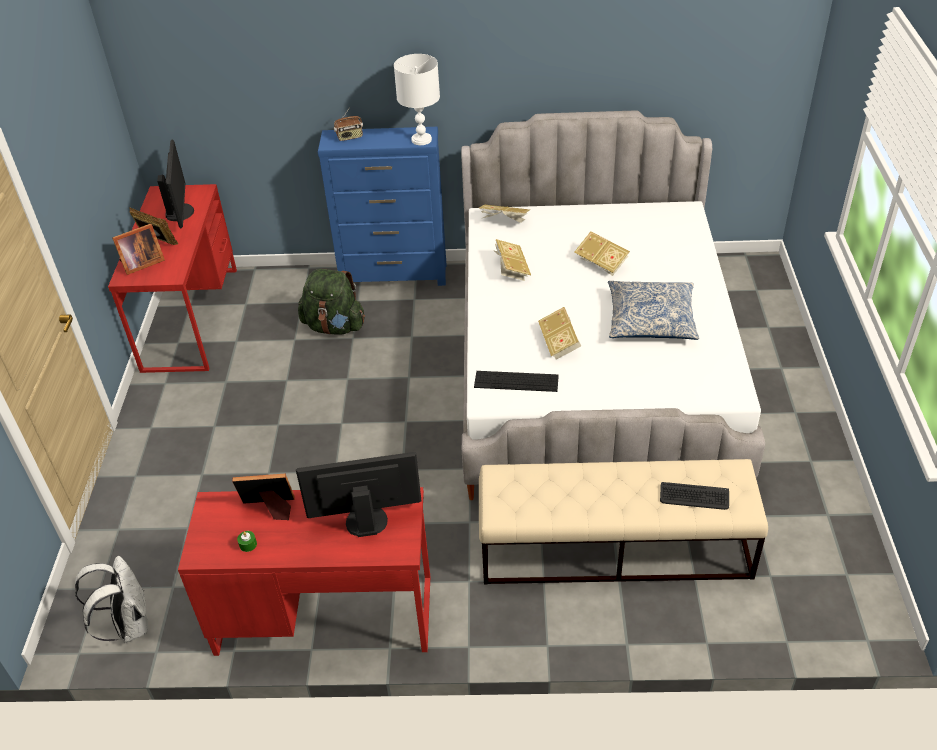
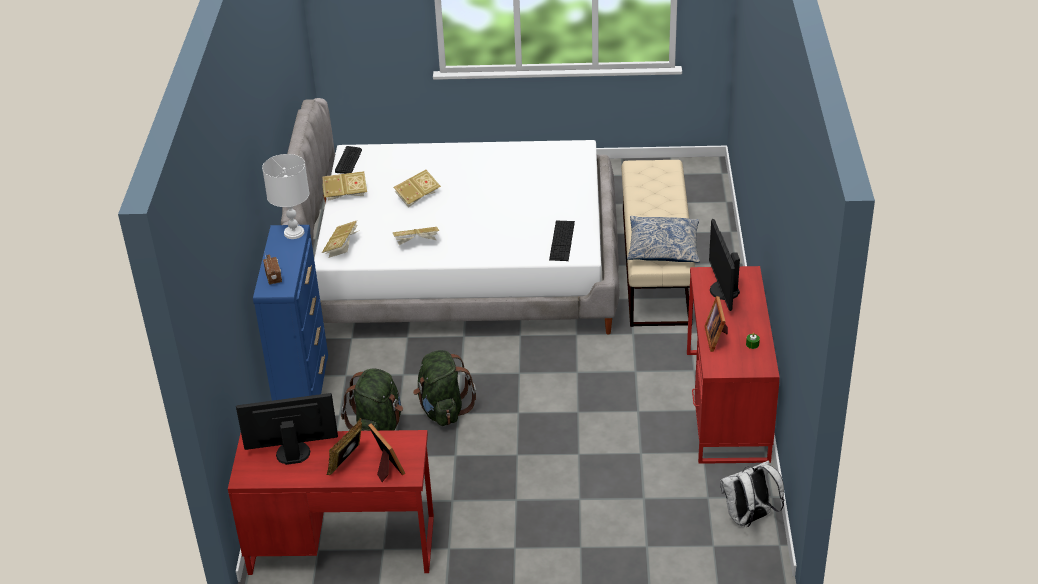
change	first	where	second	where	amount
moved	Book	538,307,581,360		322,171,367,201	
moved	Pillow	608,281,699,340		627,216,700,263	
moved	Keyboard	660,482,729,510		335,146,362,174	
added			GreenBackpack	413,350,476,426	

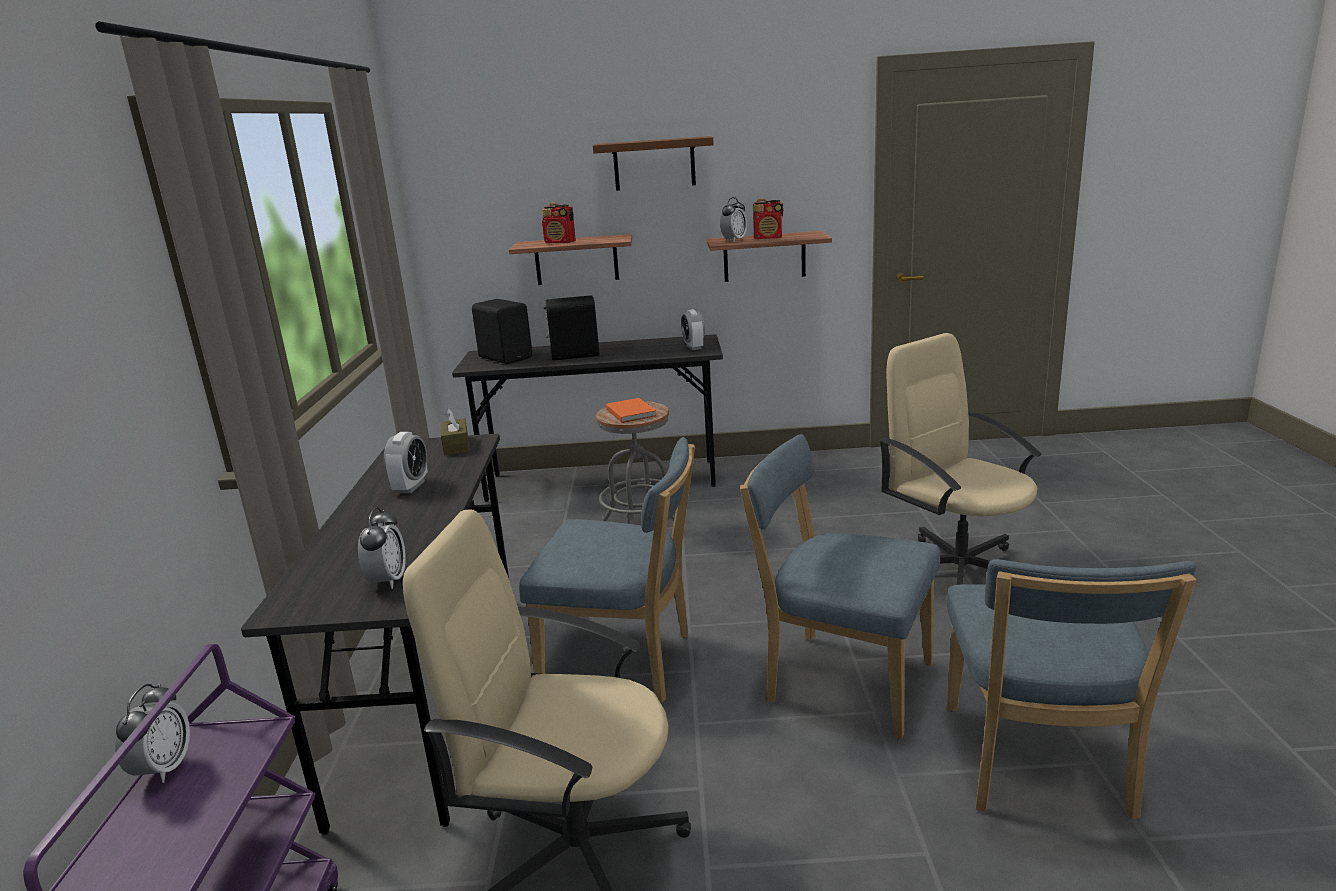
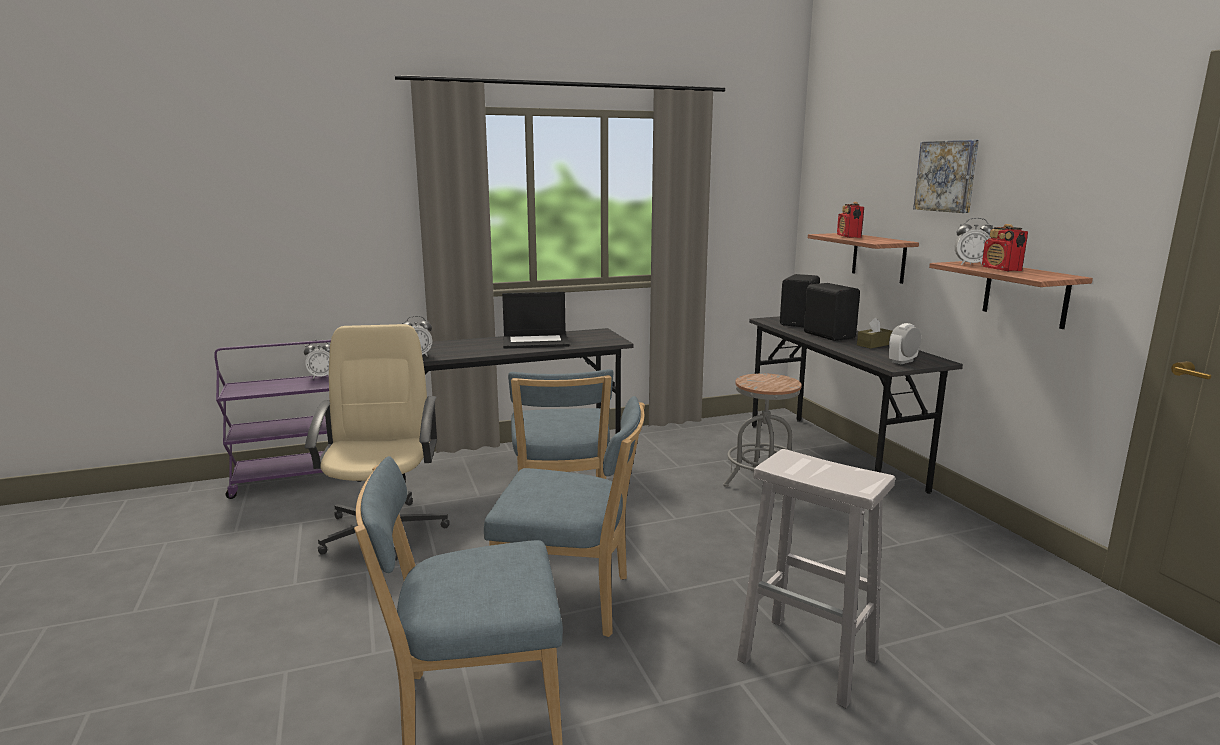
change	first	where	second	where	amount
replaced	AlarmClock	384,432,428,493	Laptop	502,292,570,349	
moved	BrownTissueBox	441,408,470,455		857,318,892,349	
replaced	BrownShelf	593,136,714,191	Picture	913,140,979,213	
removed	OrangeBook	606,398,656,423			
turned	BlueChair	740,434,940,739		484,396,645,637	90 degrees clockwise
replaced	BeigeOfficeChair	878,333,1041,585	WhiteStool	737,449,895,708	

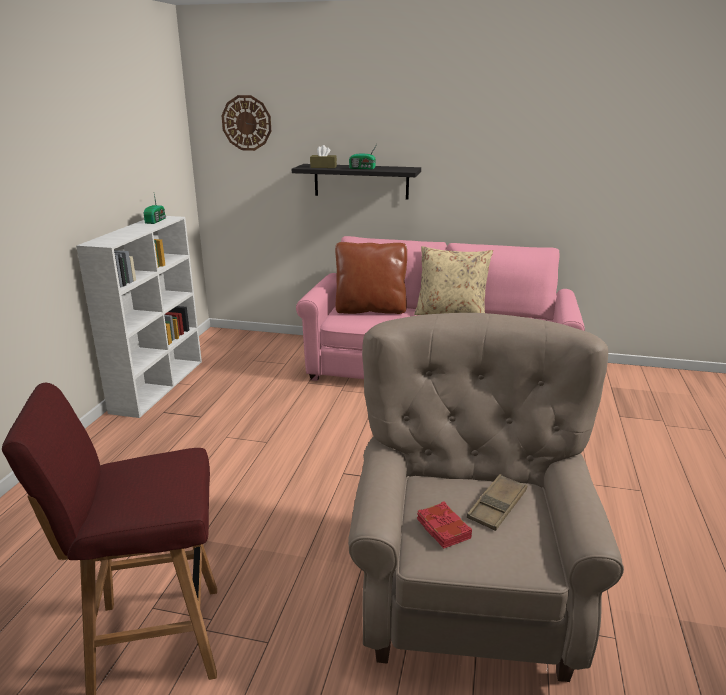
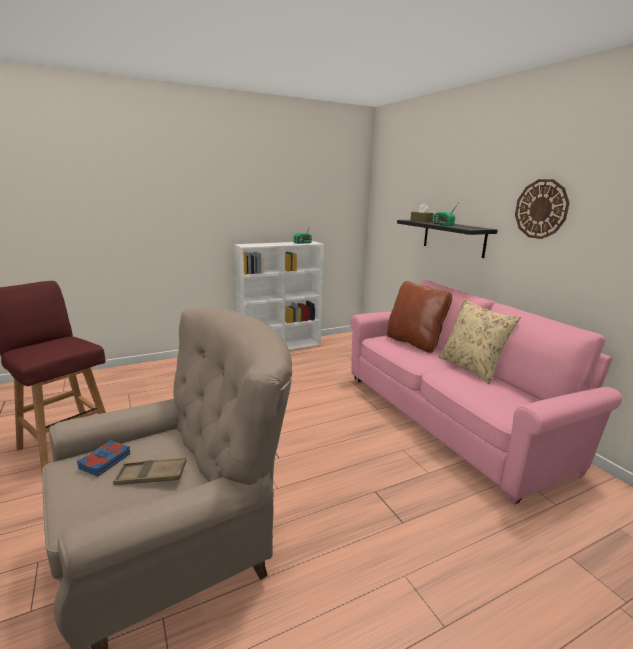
change	first	where	second	where	amount
moved	WallClock	222,95,271,151		515,179,569,239	
recoloured	RedBook	417,501,472,549	BlueBook	77,440,130,477	

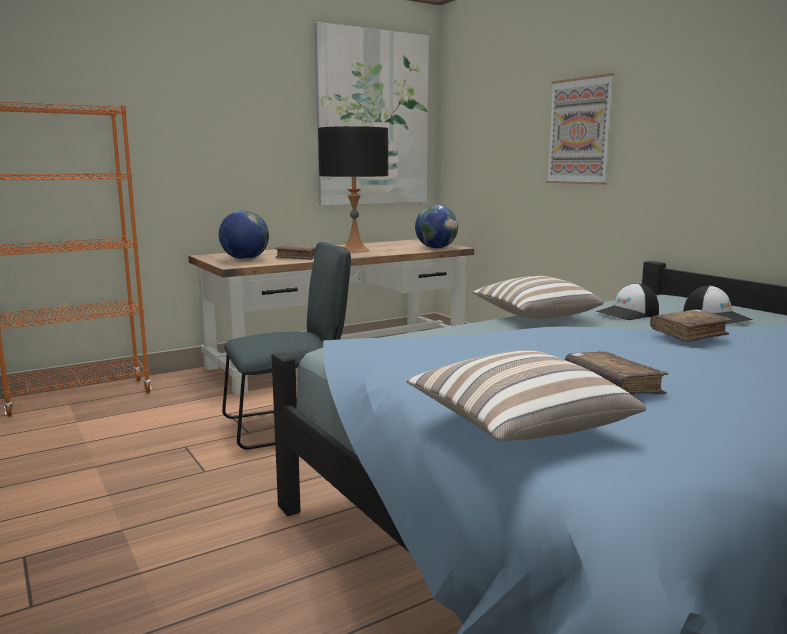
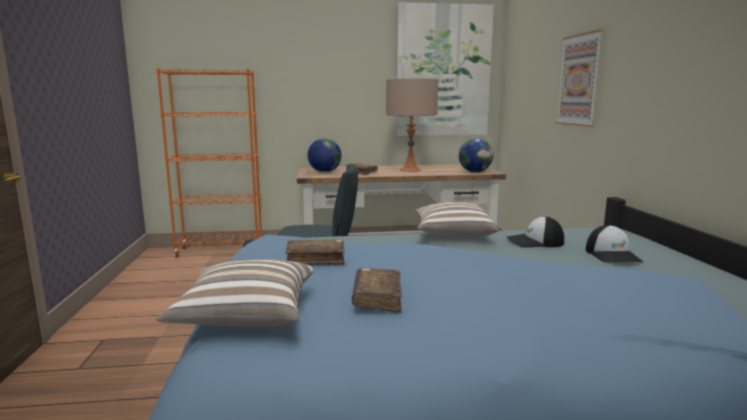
change	first	where	second	where	amount
recoloured	BlackTableLamp	318,126,388,253	BeigeTableLamp	386,79,438,172	
moved	BrownBook	650,309,731,343		285,239,345,265	

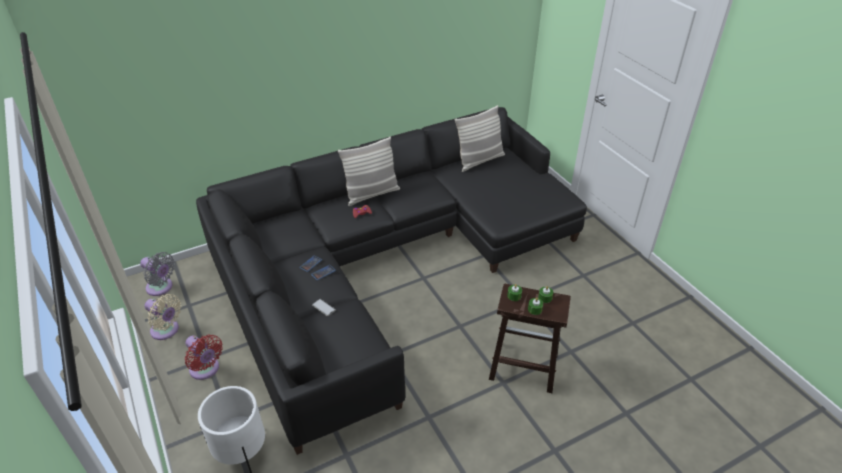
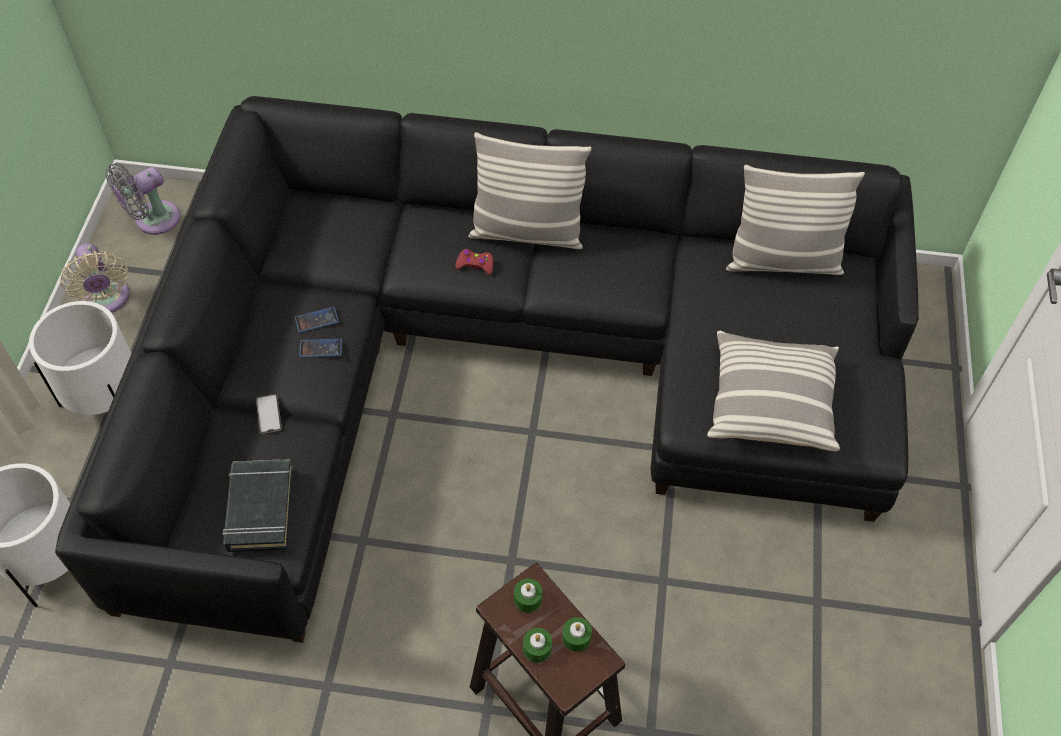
change	first	where	second	where	amount
turned	GreyFan	140,252,175,296		105,163,180,235	75 degrees clockwise
replaced	RedFan	185,335,223,380	WhitePlanter	29,301,132,415	
added			BlackBook	222,459,293,552	
added			Pillow	707,331,840,452	

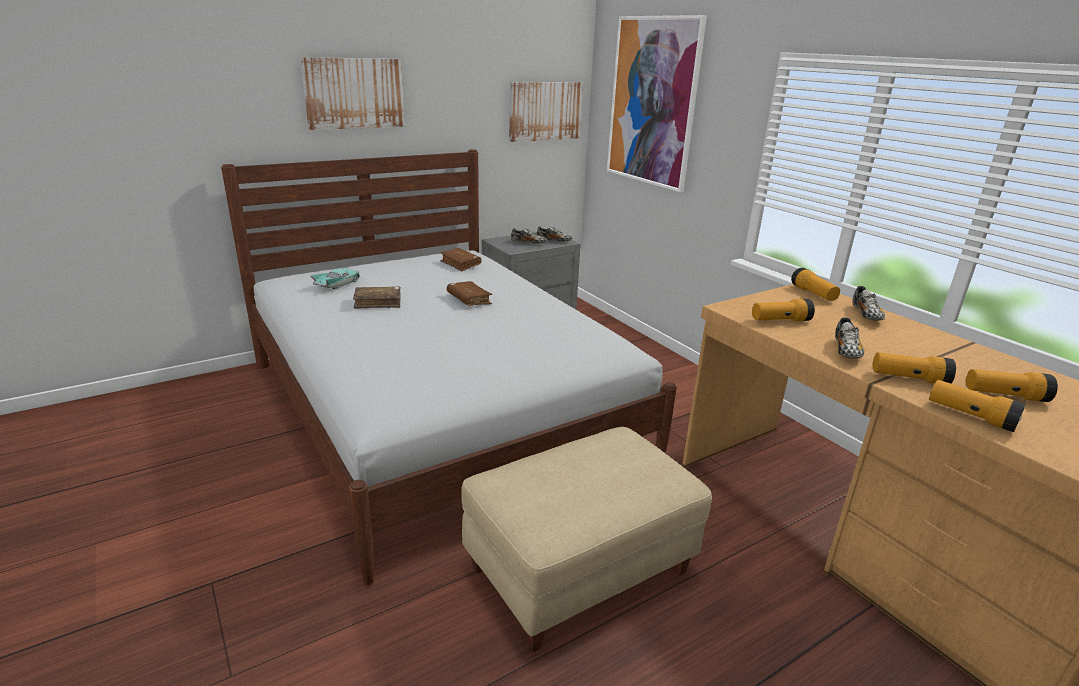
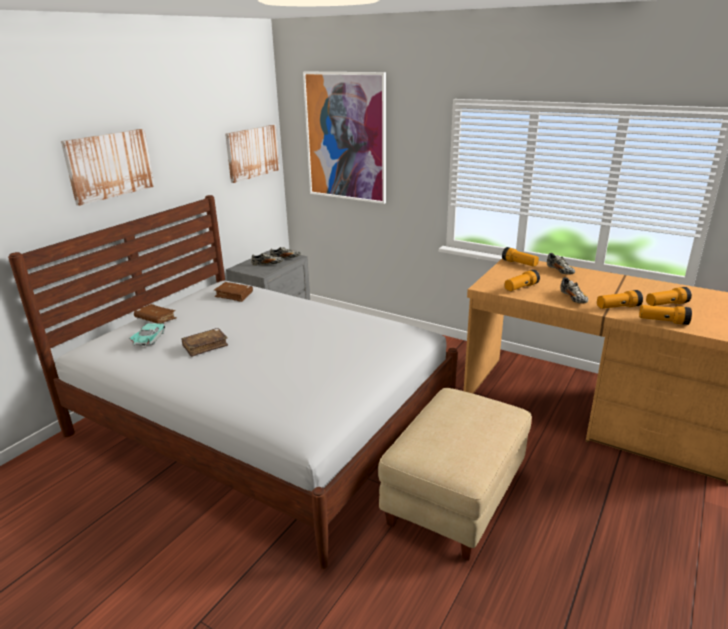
change	first	where	second	where	amount
moved	BrownBook	447,281,492,306		134,304,177,324	

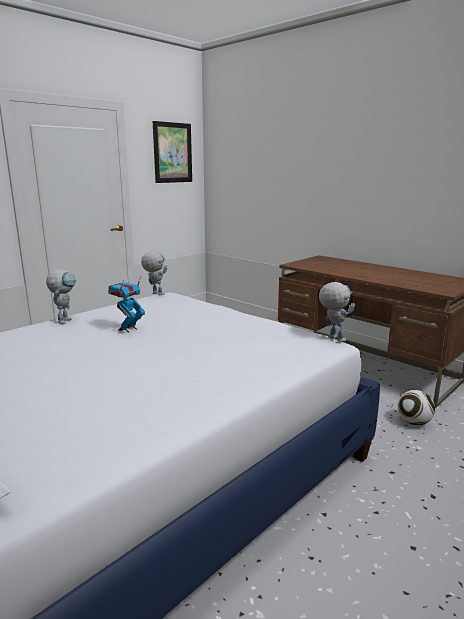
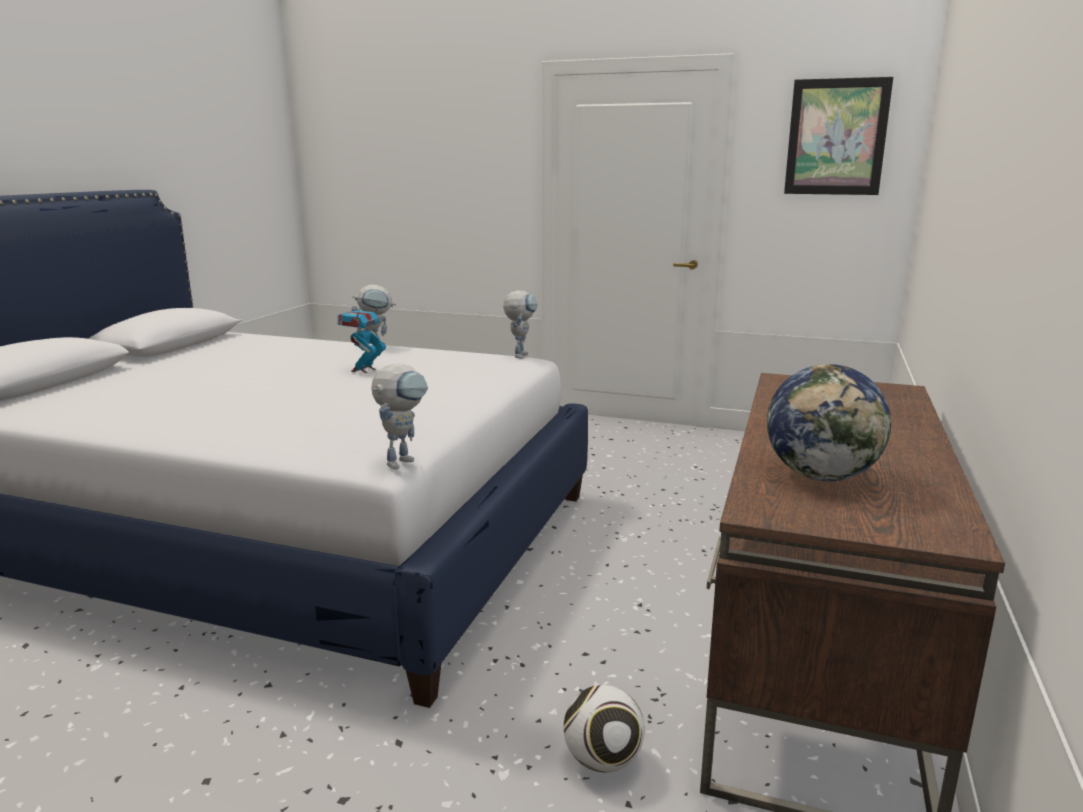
change	first	where	second	where	amount
turned	ToyRobot	108,277,145,332		338,301,386,373	75 degrees counterclockwise
added			Globe	767,364,891,481	

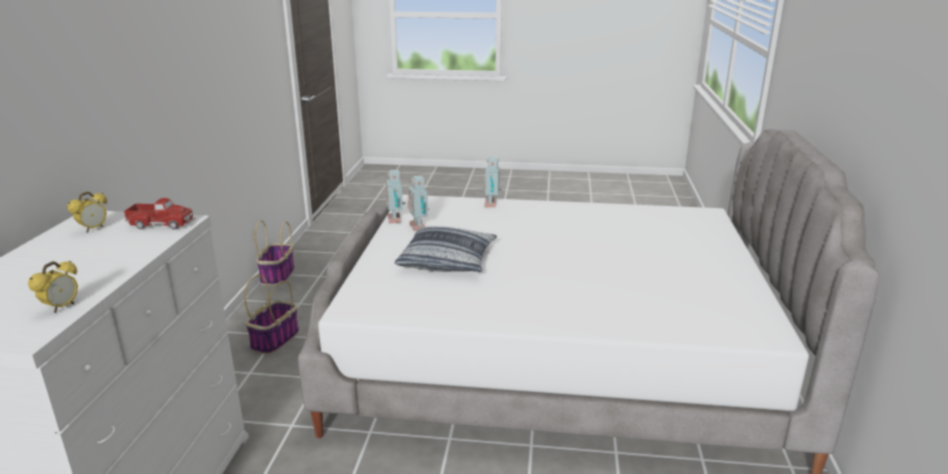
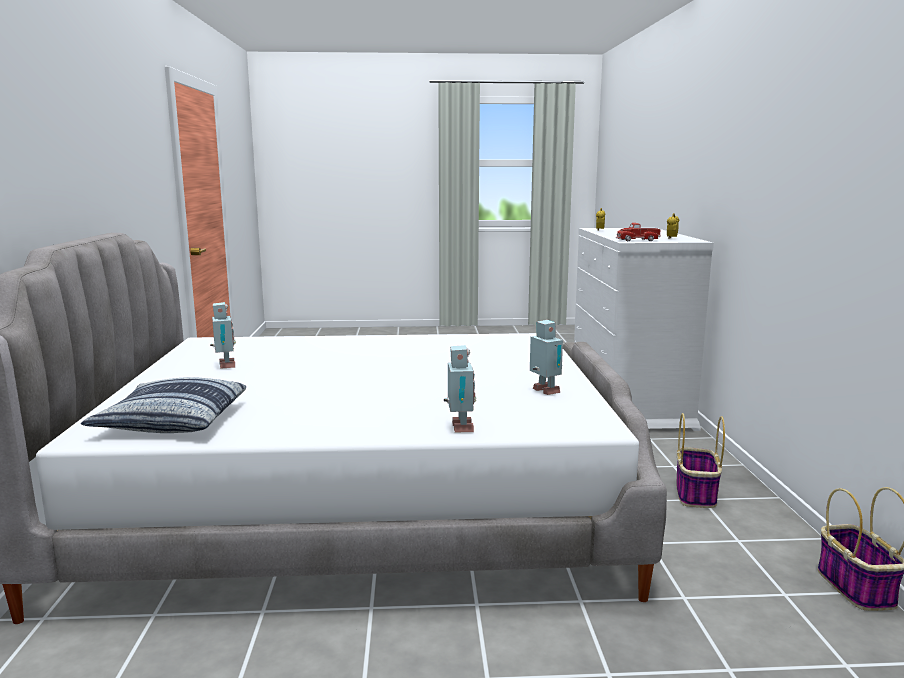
change	first	where	second	where	amount
moved	ToyRobot	385,170,405,224		210,302,236,369	
moved	Pillow	395,226,497,272		81,377,246,433	

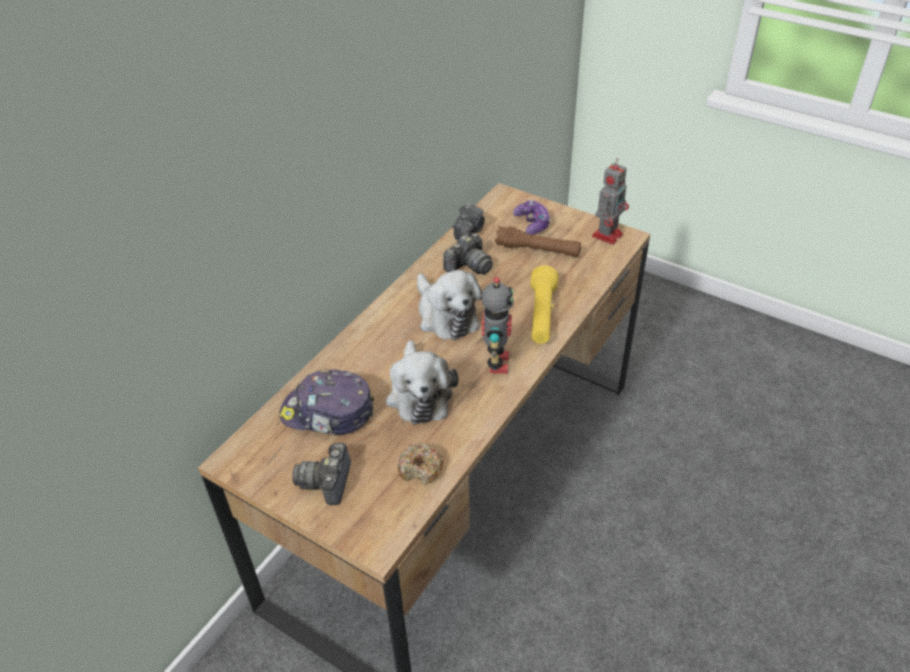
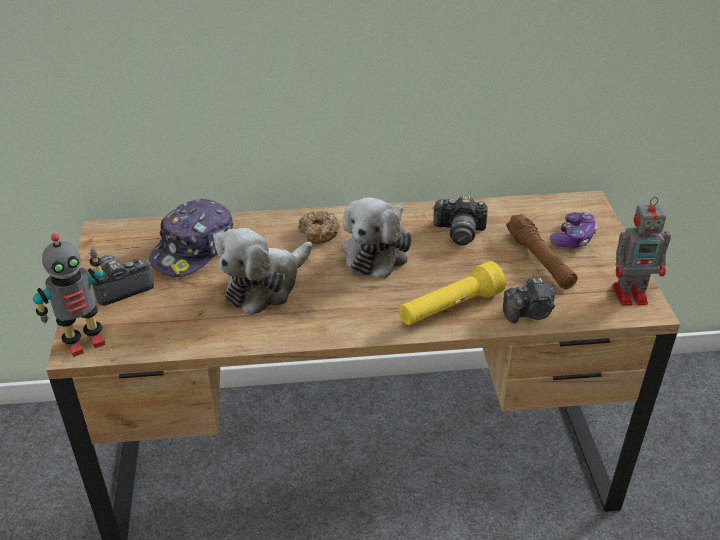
change	first	where	second	where	amount
turned	Cap	279,369,374,435		149,199,233,277	120 degrees counterclockwise
moved	Donut	398,443,443,485		298,210,340,244	
moved	PhotoCamera	453,204,485,241		503,278,555,323	
moved	ToyRobot	481,277,514,374		33,233,105,357	

